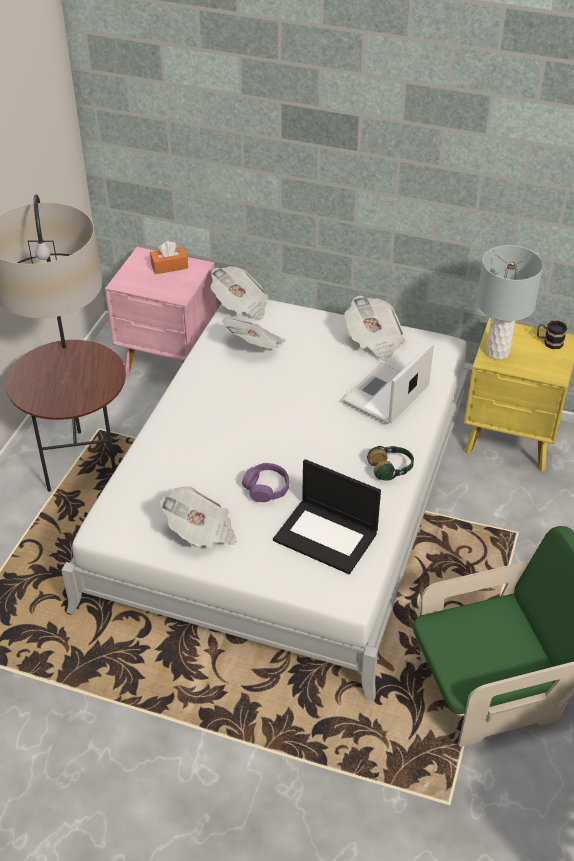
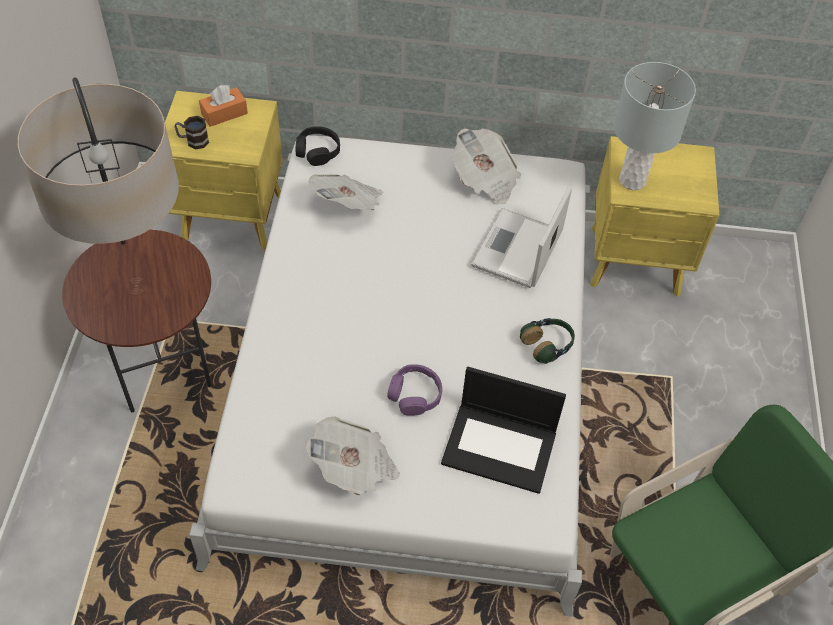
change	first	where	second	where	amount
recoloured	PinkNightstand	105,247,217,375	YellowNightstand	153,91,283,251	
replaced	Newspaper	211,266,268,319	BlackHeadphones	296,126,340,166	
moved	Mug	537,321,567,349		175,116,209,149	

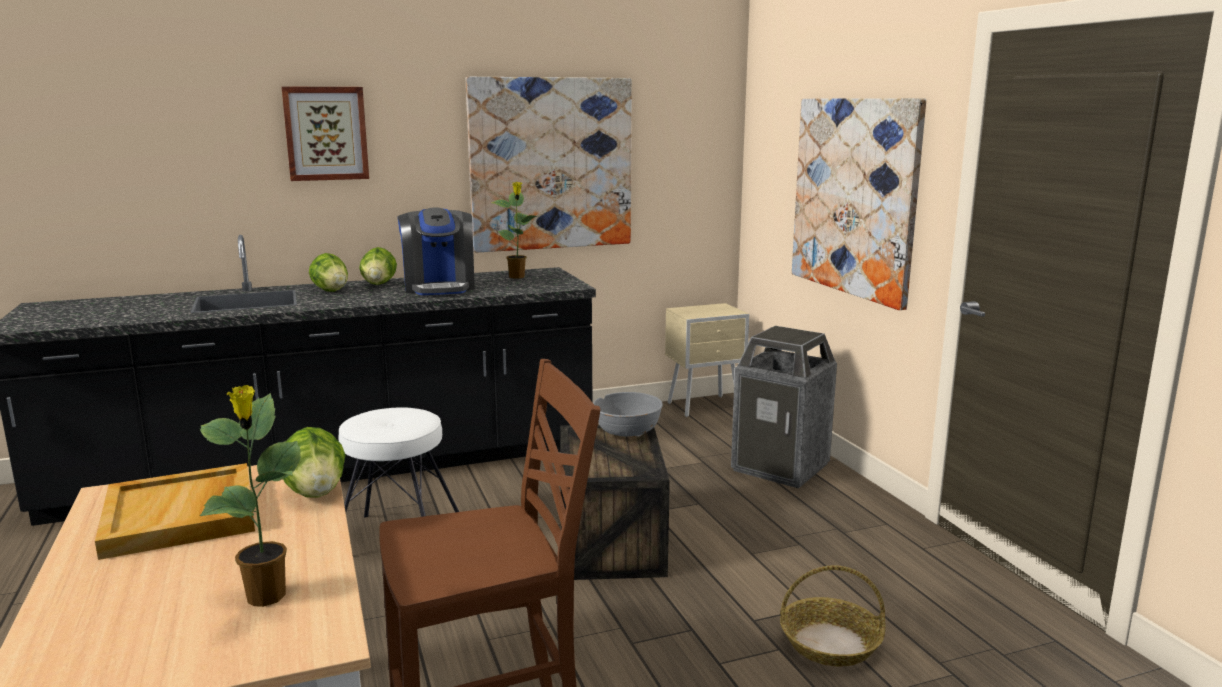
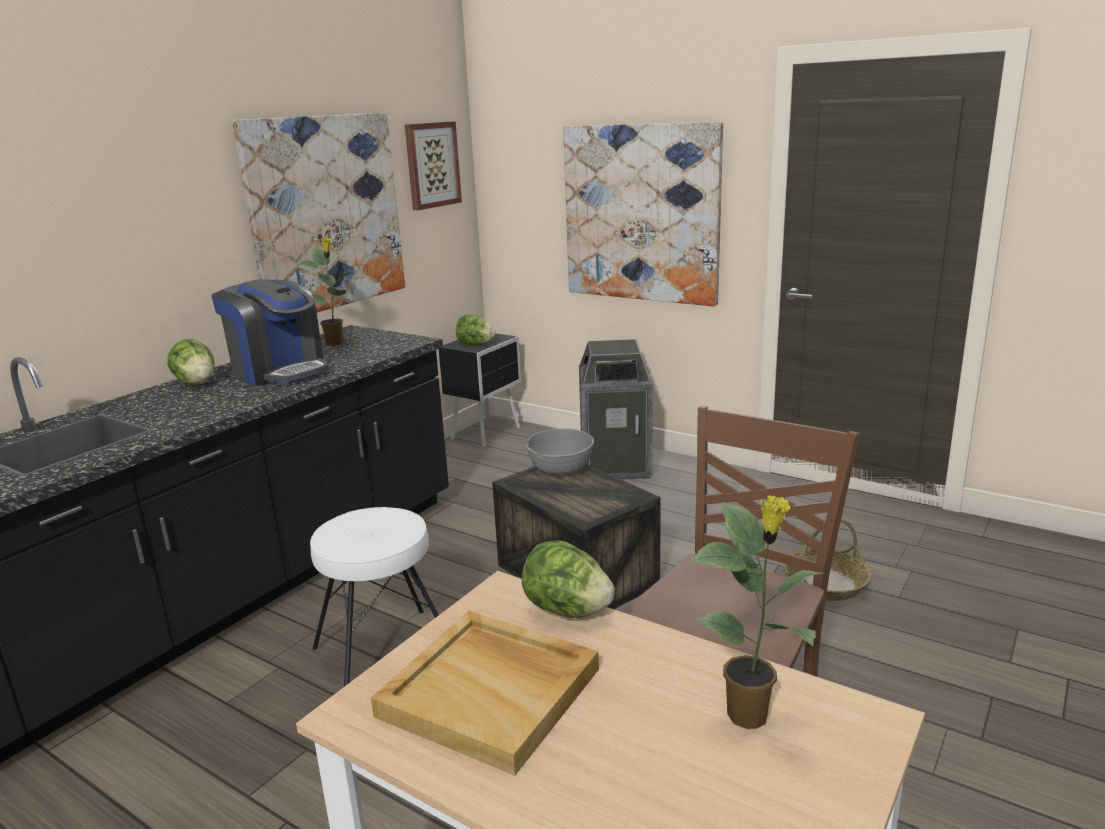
change	first	where	second	where	amount
moved	Picture	281,86,369,181		405,121,462,210	
moved	Lettuce	309,253,348,292		456,314,495,345	
recoloured	BeigeNightstand	665,303,749,417	BlackNightstand	439,333,521,447	

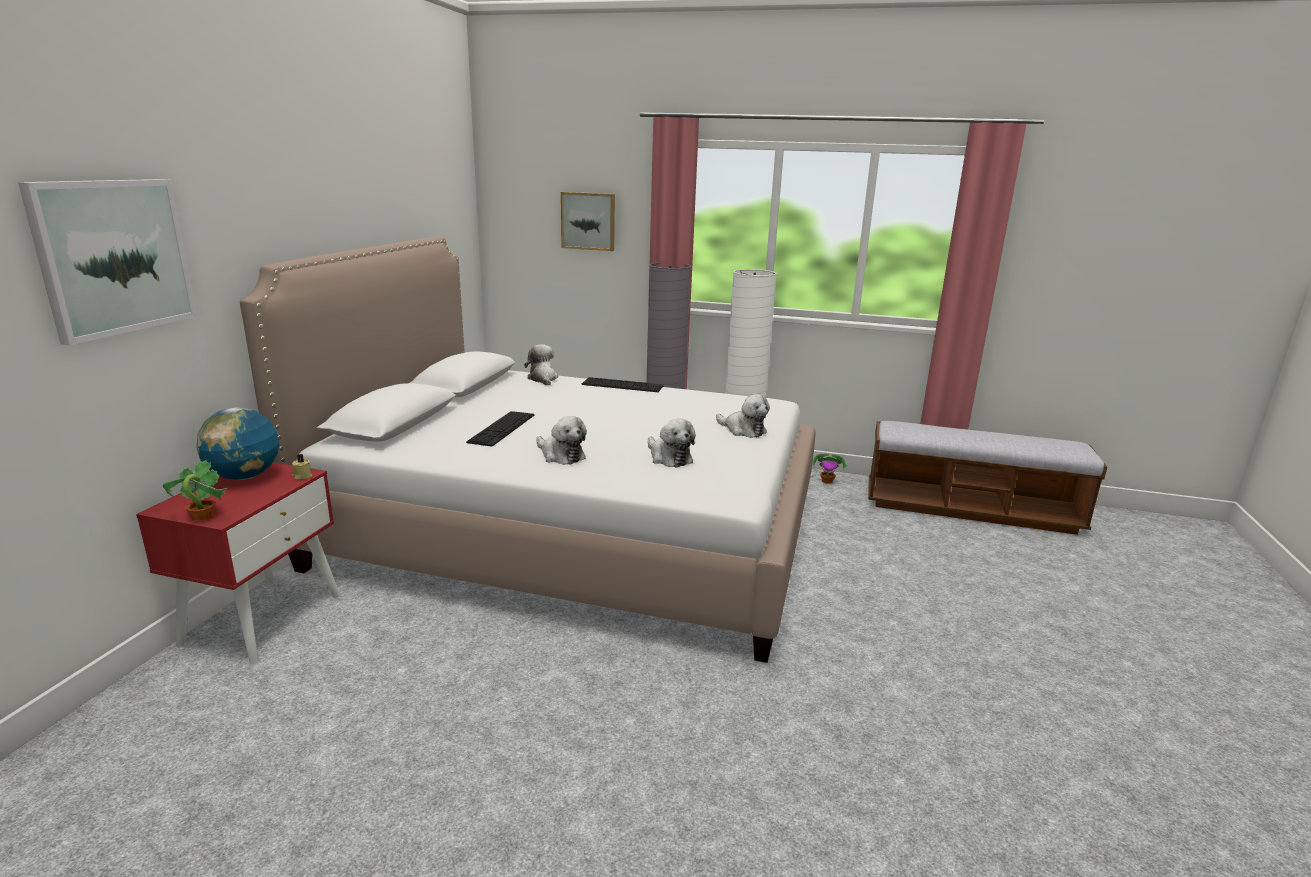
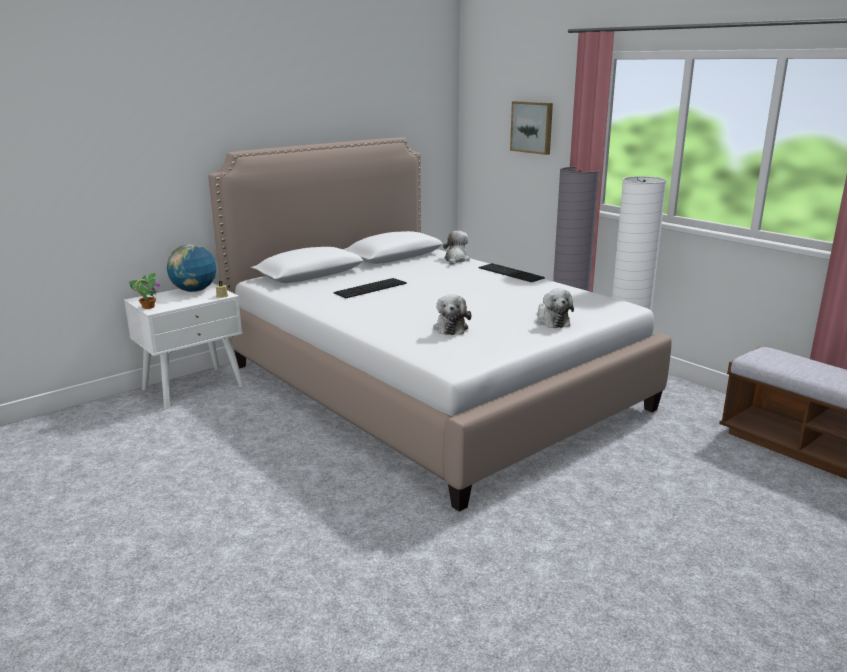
change	first	where	second	where	amount
removed	Picture	18,179,197,345			
recoloured	RedNightstand	136,463,340,664	WhiteNightstand	124,283,244,409	
removed	PlushToy	536,416,587,465			
removed	PottedPlant	812,454,848,484			

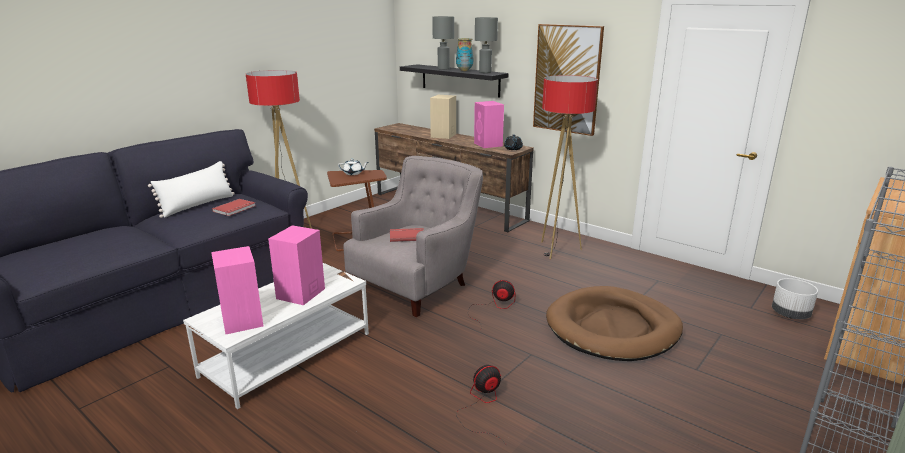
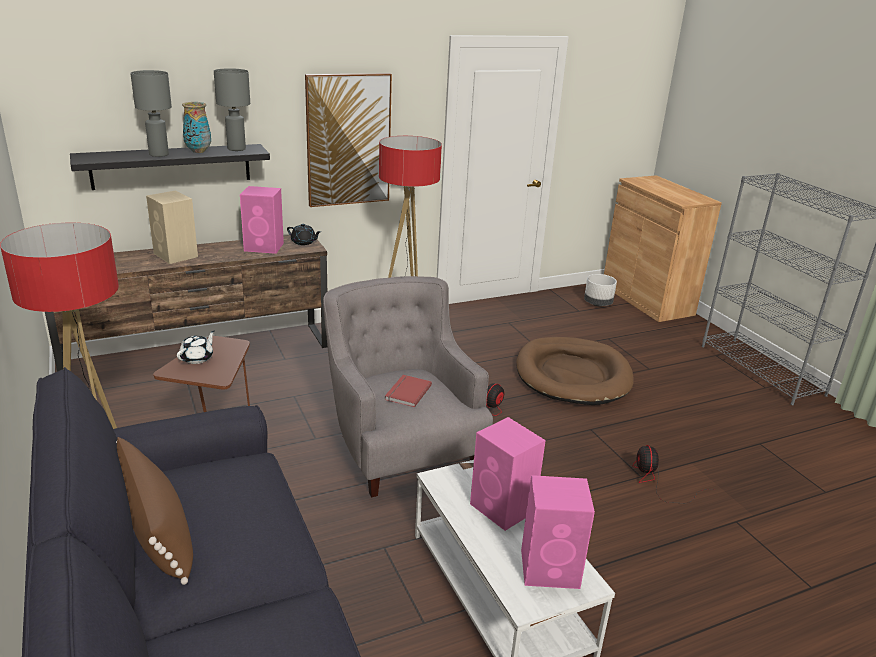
change	first	where	second	where	amount
recoloured	WhitePillow	148,161,235,218	BrownPillow	116,437,193,585	
removed	RedBook	212,199,256,216			

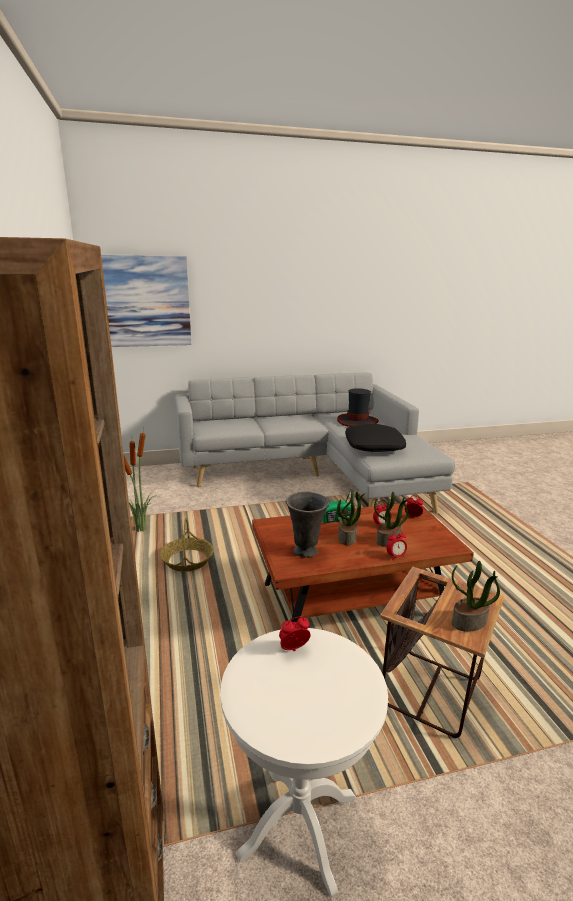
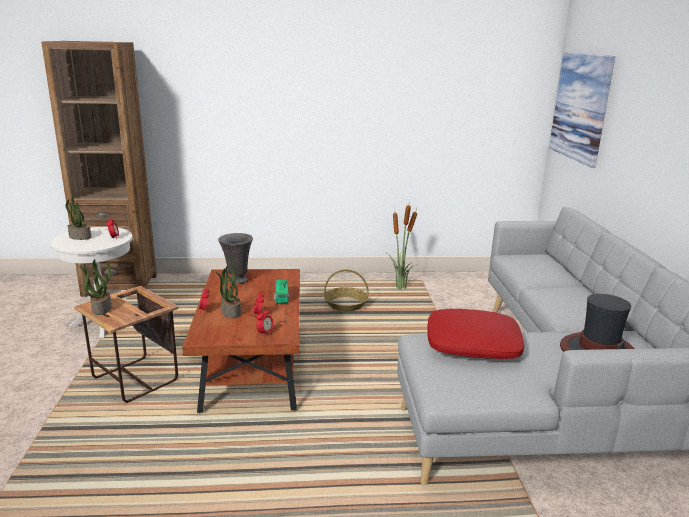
change	first	where	second	where	amount
moved	PottedPlant	337,489,366,545		66,195,91,240	
recoloured	BlackPillow	345,424,406,452	RedPillow	427,309,524,359	

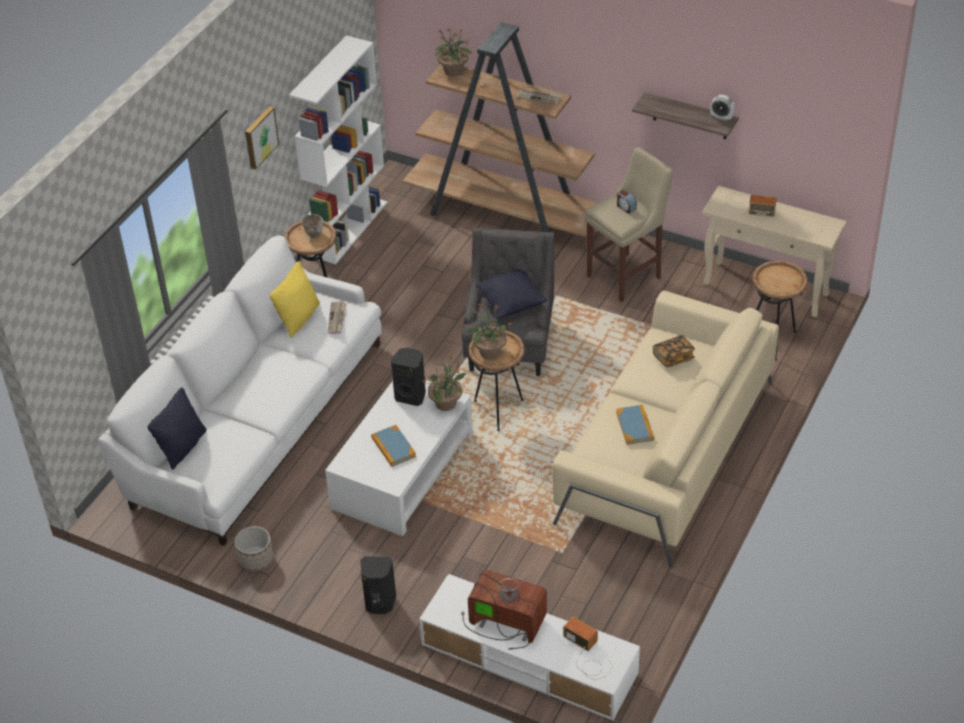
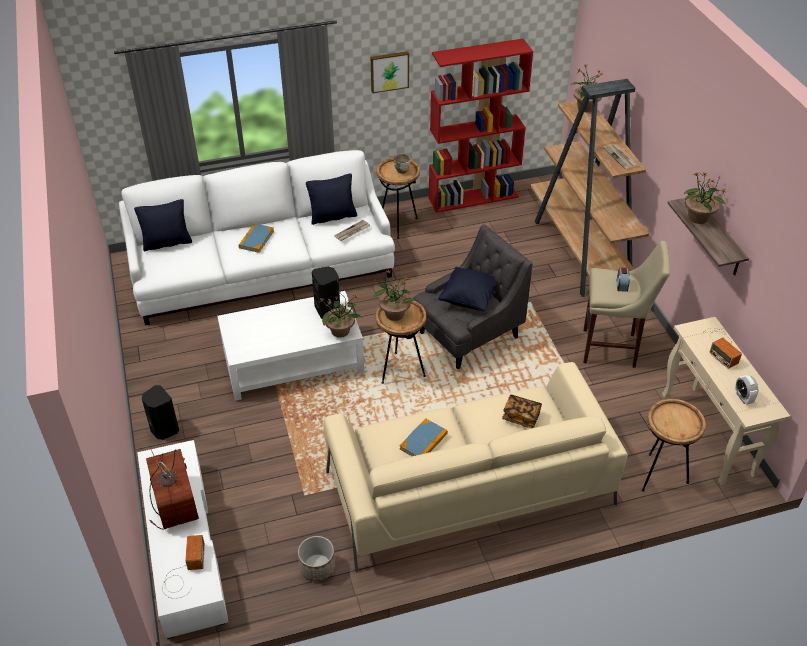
change	first	where	second	where	amount
moved	Planter	234,526,273,571		298,536,335,582	
recoloured	YellowPillow	270,261,320,338	BlackPillow	306,173,357,225	
recoloured	WhiteBookcase	289,35,387,264	RedBookcase	429,39,533,213	
moved	Book	371,425,416,467		239,223,274,253	
moved	AlarmClock	710,94,735,121		735,375,758,405	
added			PottedPlant	683,171,727,224	

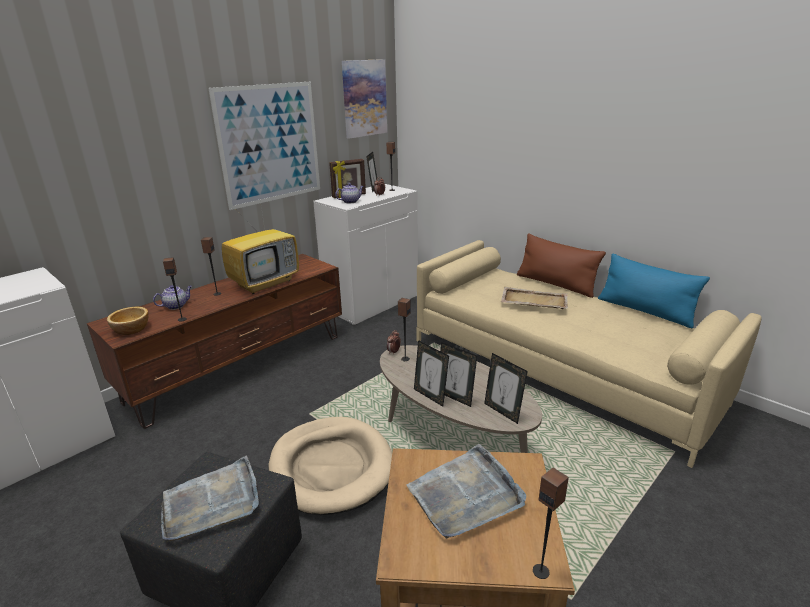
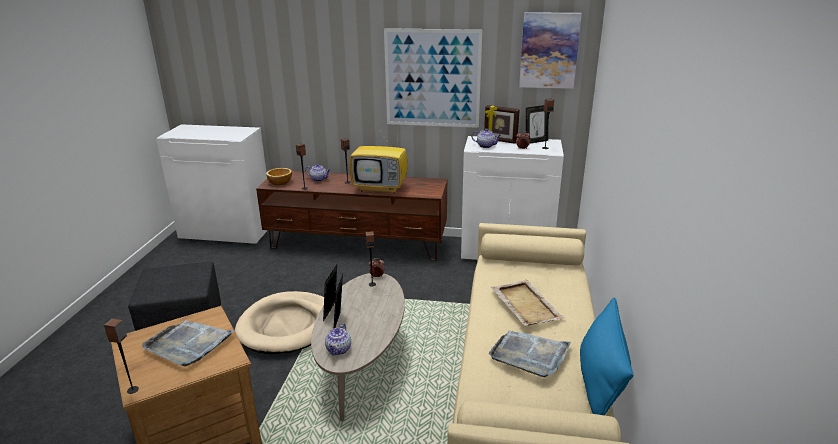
change	first	where	second	where	amount
moved	GreyTray	161,455,259,542		489,330,571,377	
replaced	PictureFrame	484,353,528,424	Teapot	325,323,351,356	
removed	BrownPillow	517,233,606,298			

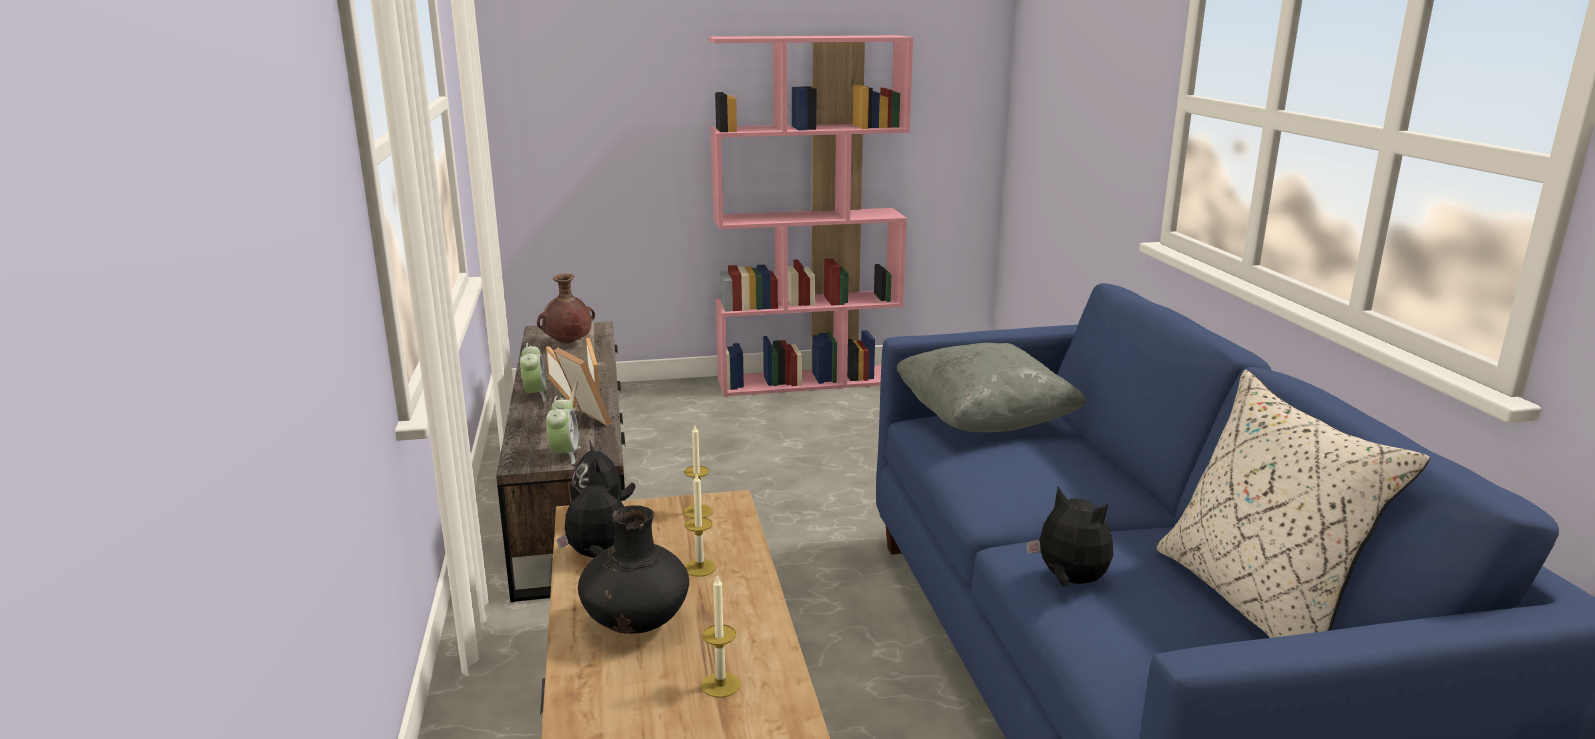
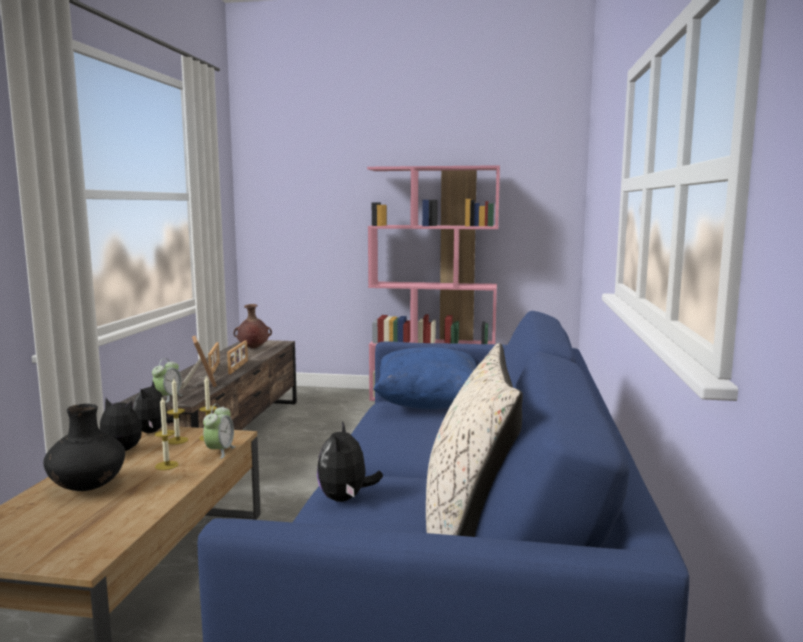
change	first	where	second	where	amount
moved	AlarmClock	520,343,547,402		203,404,236,459	
moved	Candle	701,574,740,698		167,378,188,445	
recoloured	GreyPillow	897,343,1087,432	BluePillow	373,347,477,410	
turned	PlushToy	1026,486,1113,586		317,421,383,502	150 degrees counterclockwise

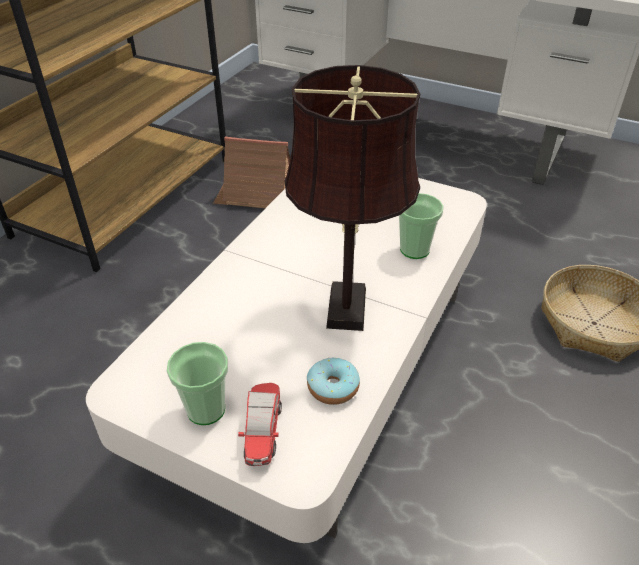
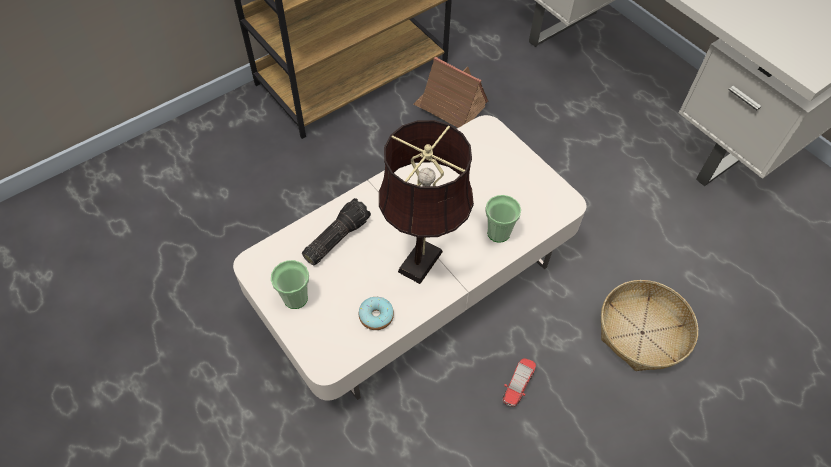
change	first	where	second	where	amount
moved	ToyCar	238,383,282,466		503,358,536,407	
added			Flashlight	302,198,371,266	

